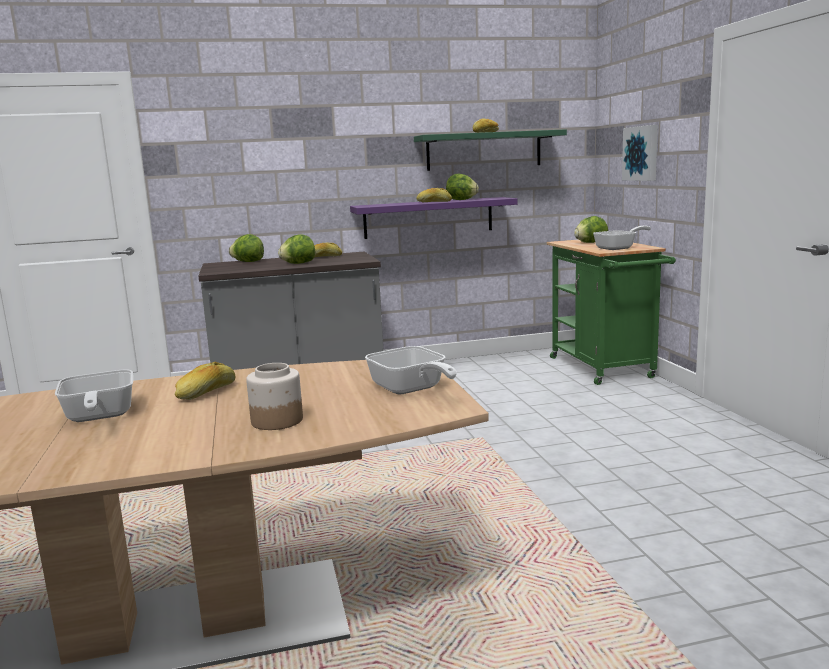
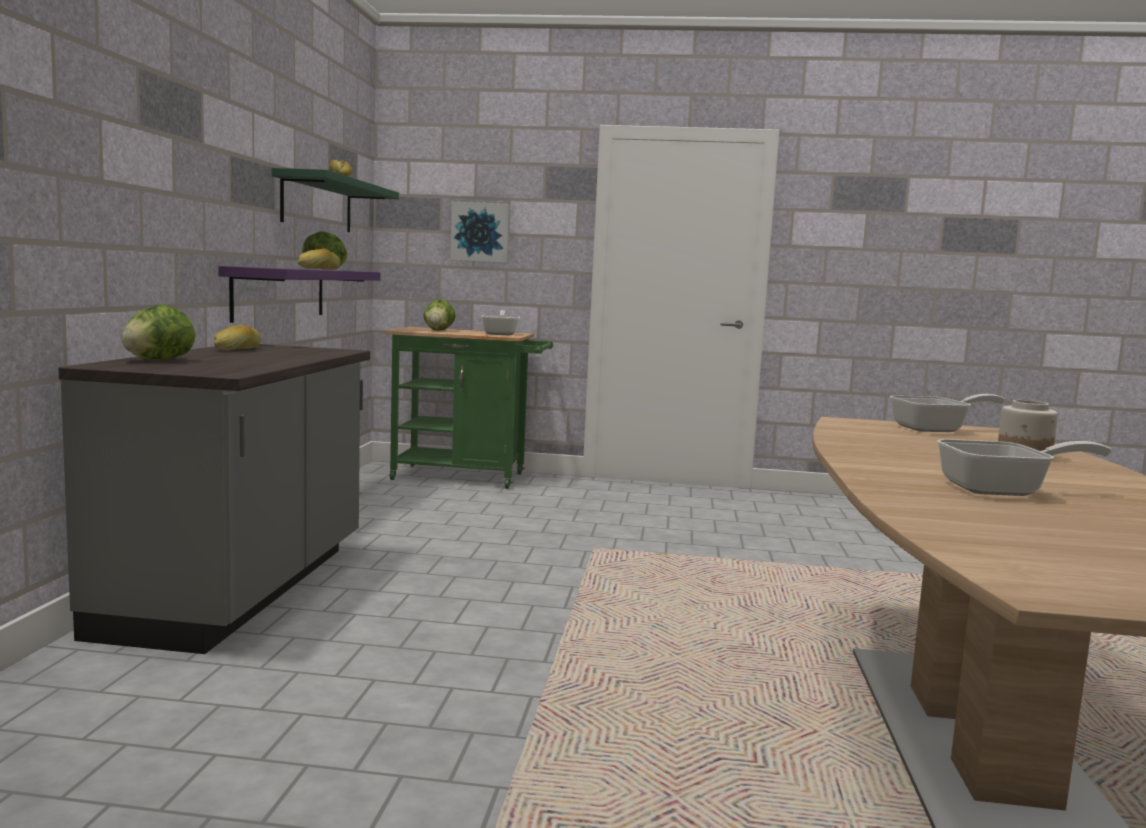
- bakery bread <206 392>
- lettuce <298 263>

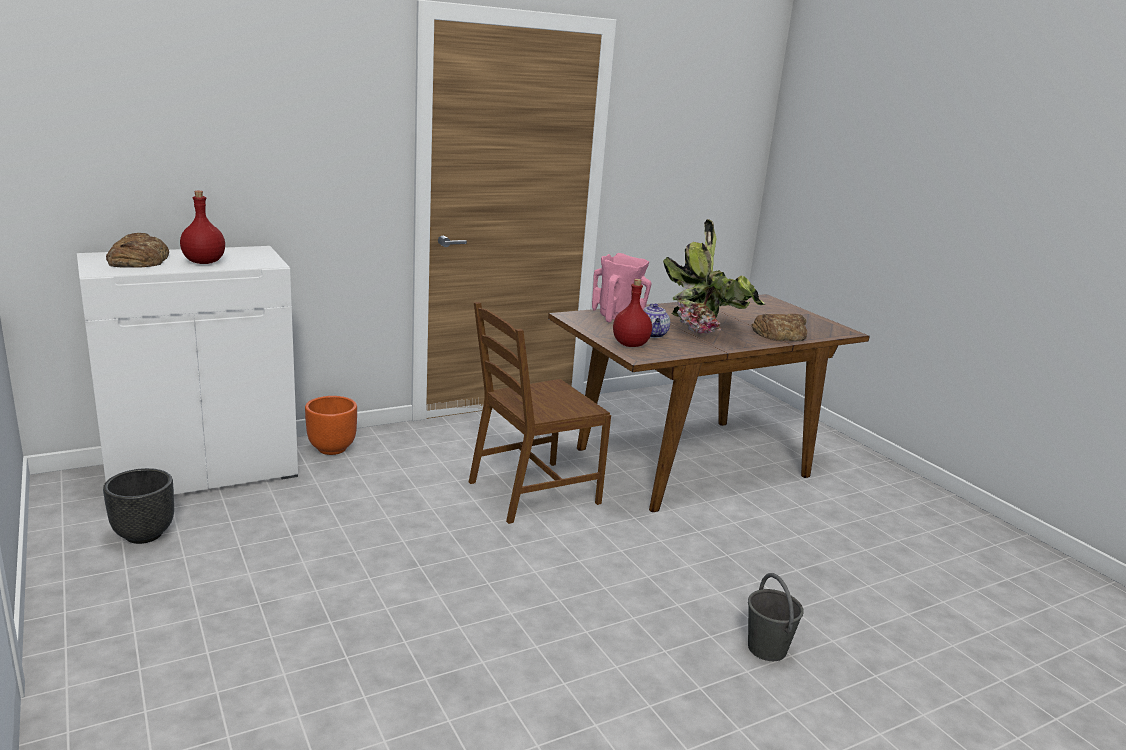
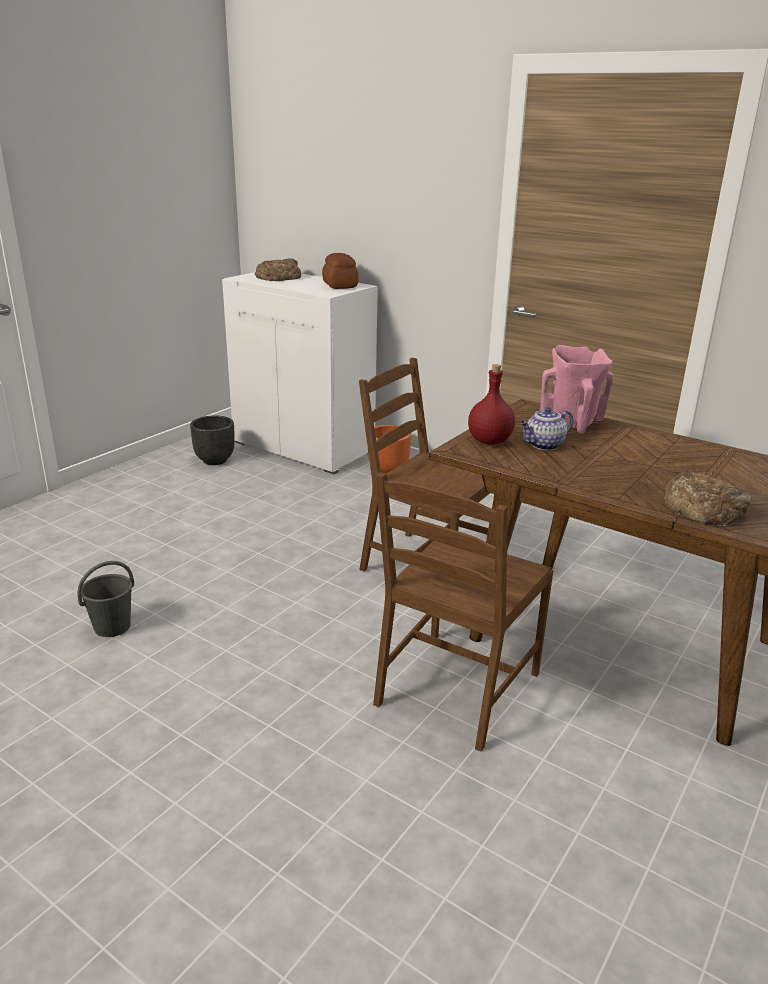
~ greyish pail <766 648> to <113 626>
+ bakery bread <339 285>
+ brown chair <456 689>
- red-coloured bottle <203 262>
- plant in a pot <710 332>

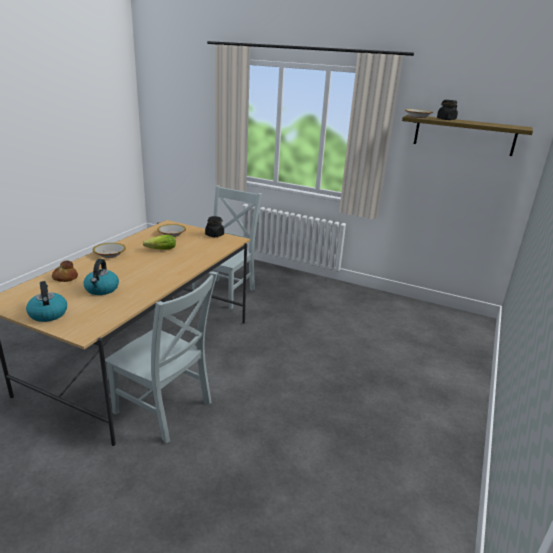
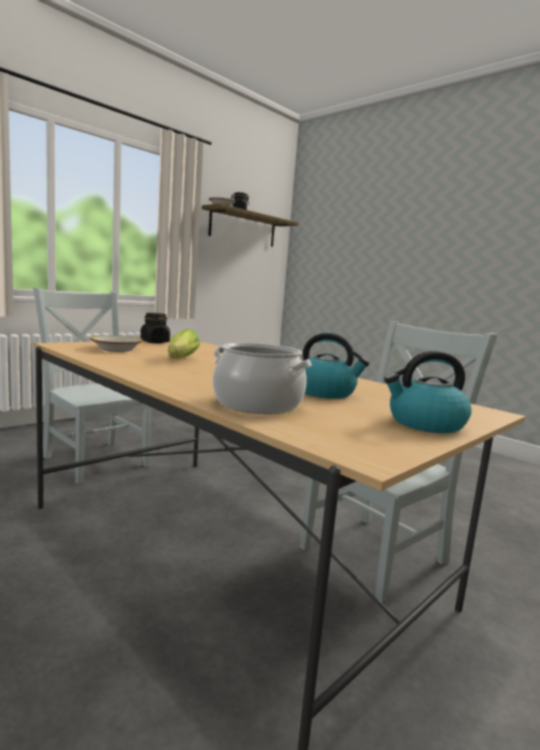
~ bakery bread <65 278> to stockpot <258 404>
- bowl <110 254>

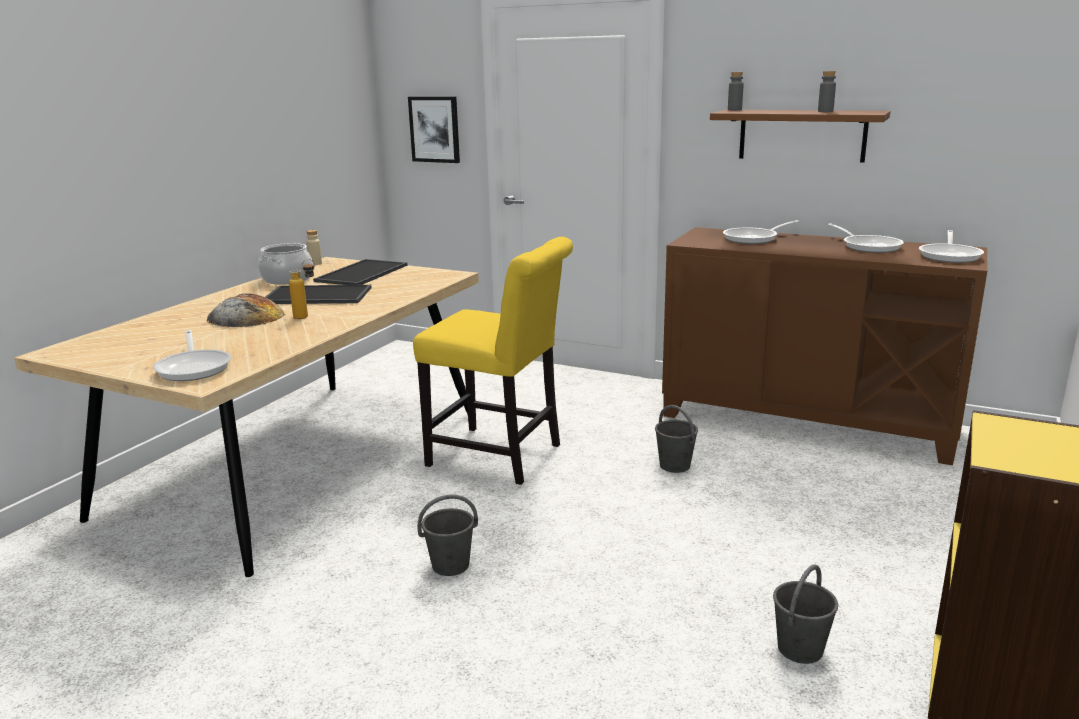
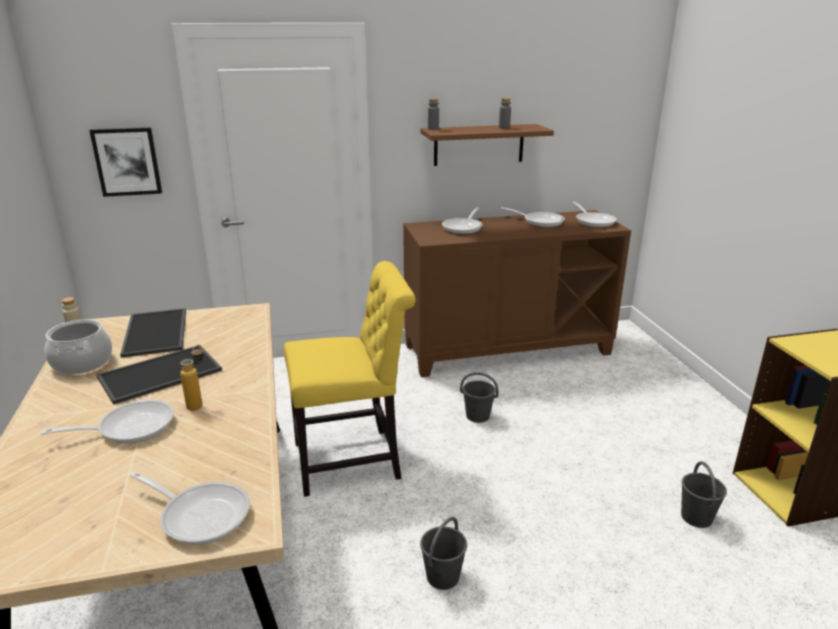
~ bakery bread <245 317> to pan <130 427>

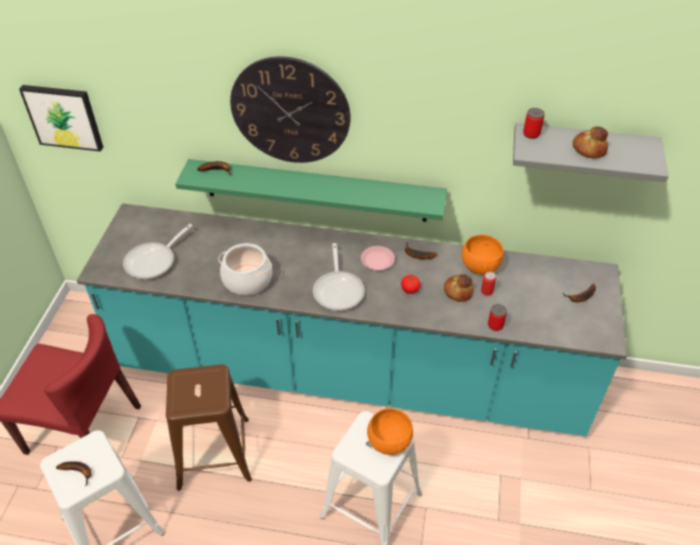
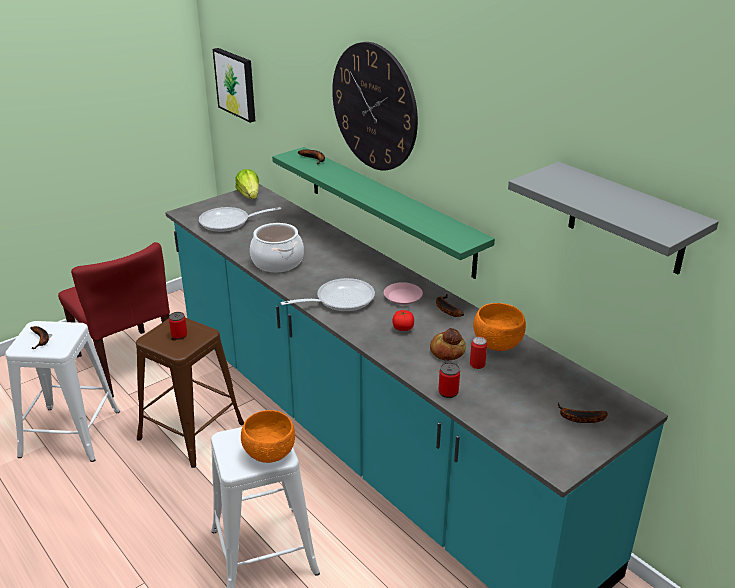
~ sealed can <531 134> to <179 335>
+ lettuce <249 196>
~ pan <338 290> = <340 300> 150 degrees counterclockwise
- bakery bread <588 149>

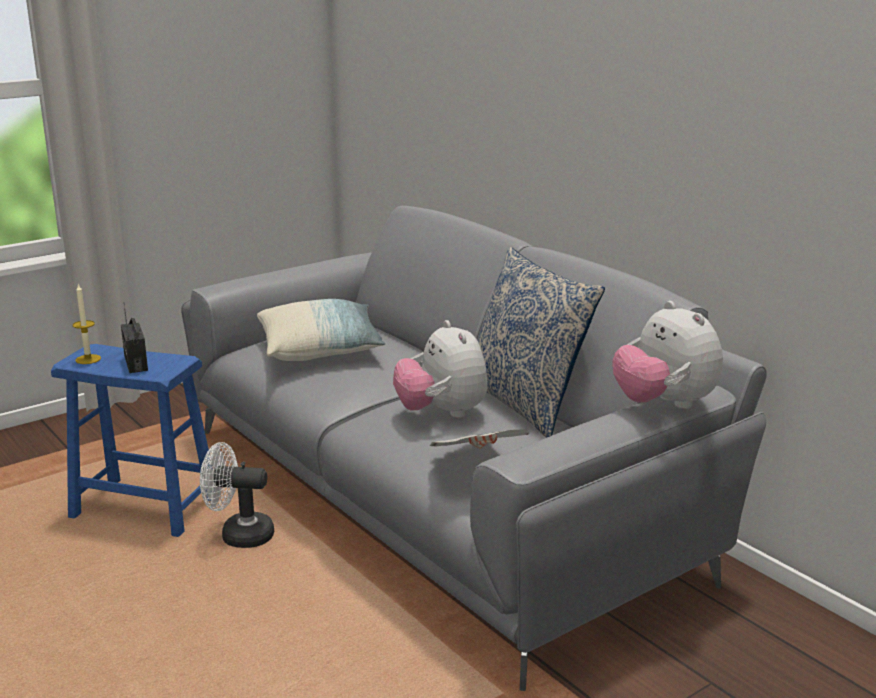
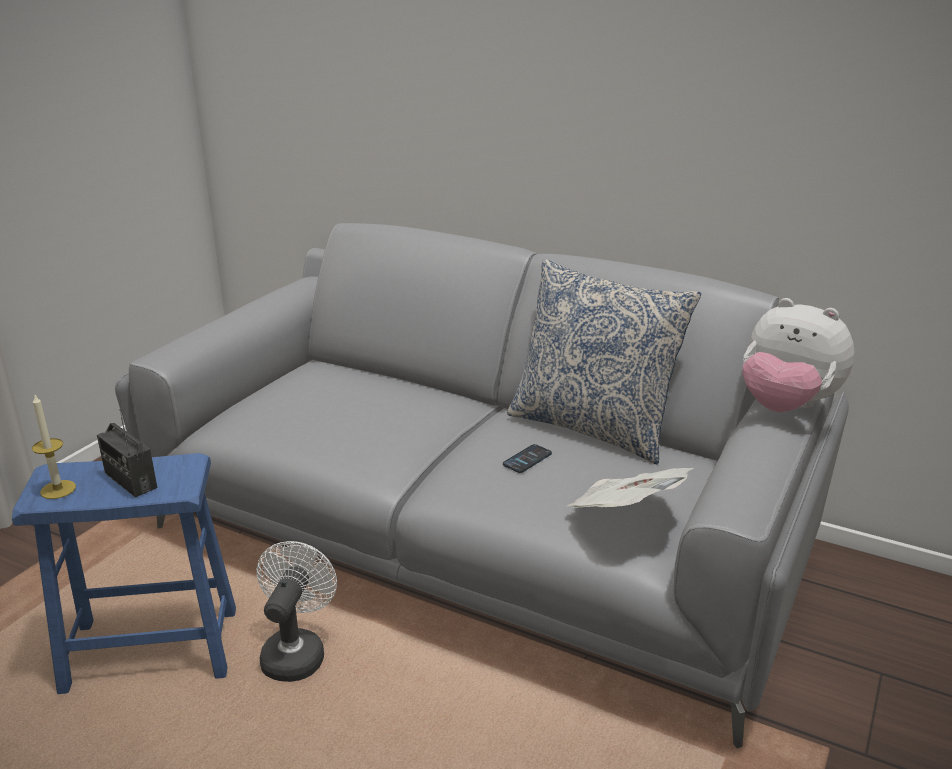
~ white electric fan <239 535> = <296 652> 120 degrees clockwise
~ soft toy <442 413> to telephone <527 459>
- pillow <320 349>

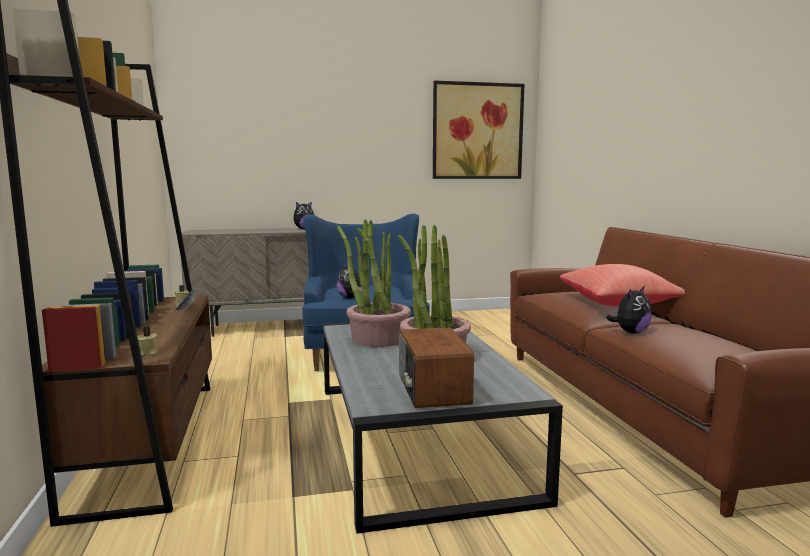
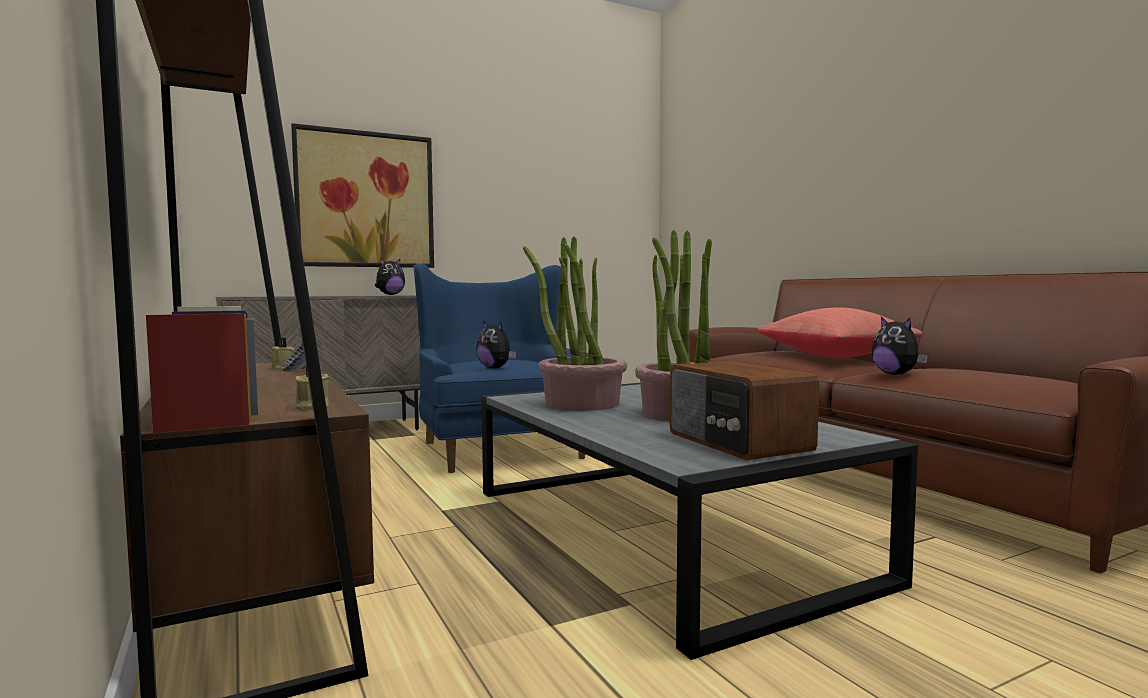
~ wall picture <477 131> to <365 200>
~ soft toy <630 332> = <896 374> 120 degrees clockwise

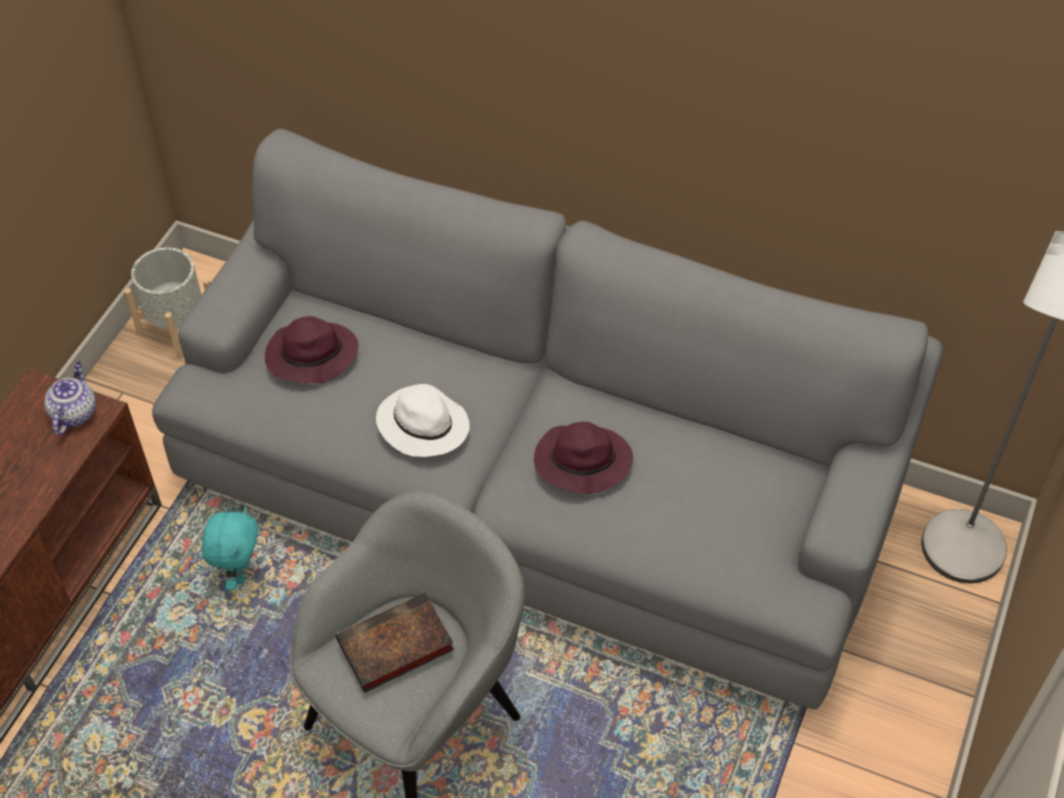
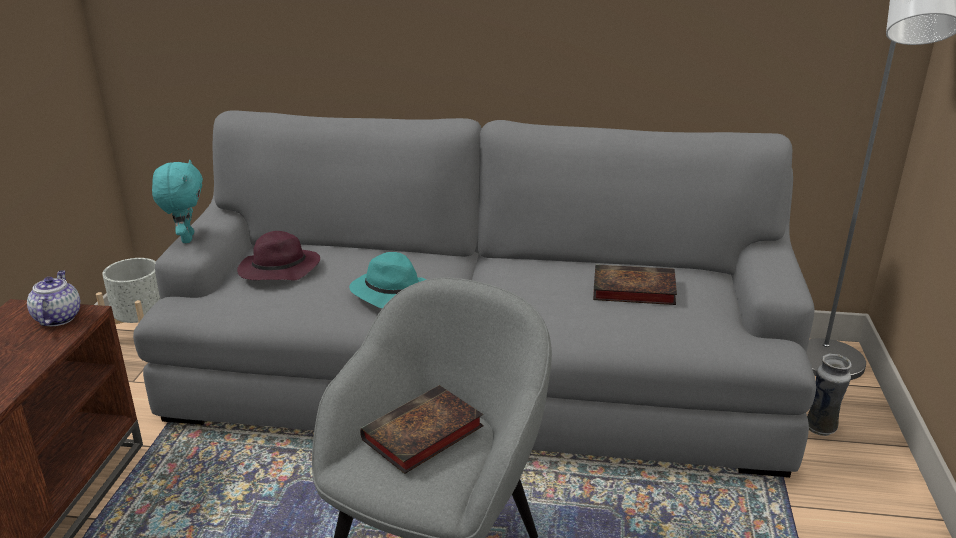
~ turquoise soft toy <239 573> to <186 238>
~ white clothing hat <422 425> to turquoise clothing hat <391 293>
+ volume <631 290>
+ vase <821 428>
- purple clothing hat <581 462>

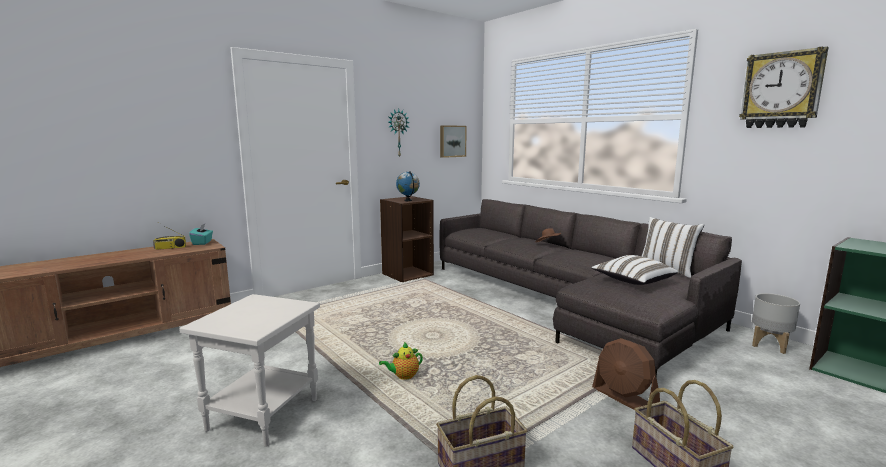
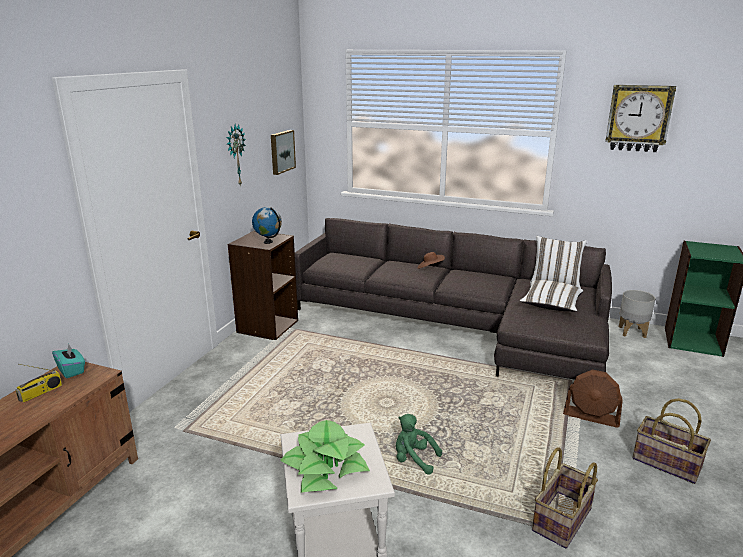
+ plant in a pot <325 467>
~ teapot <403 377> to green soft toy <414 460>

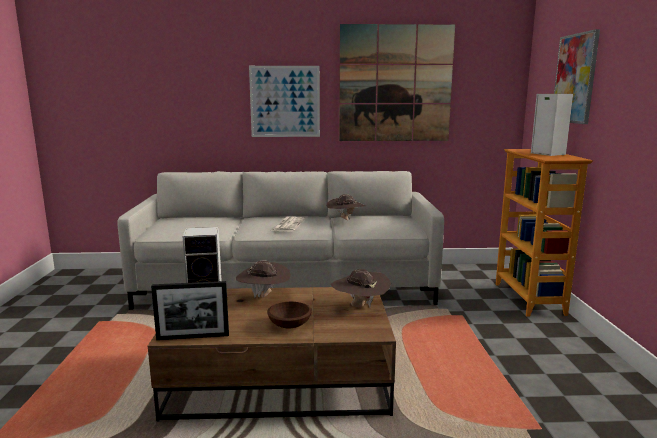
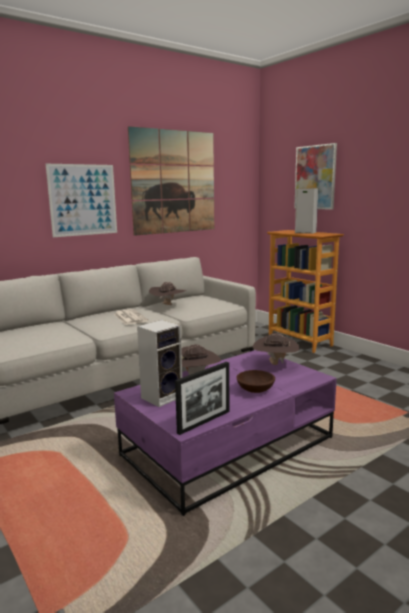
~ brown coffee table <281 380> to purple coffee table <229 446>

